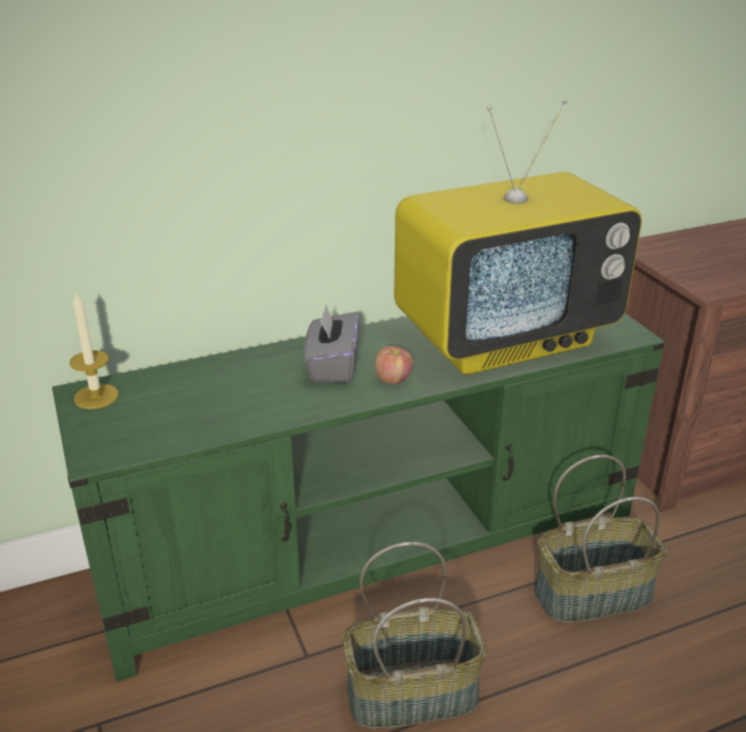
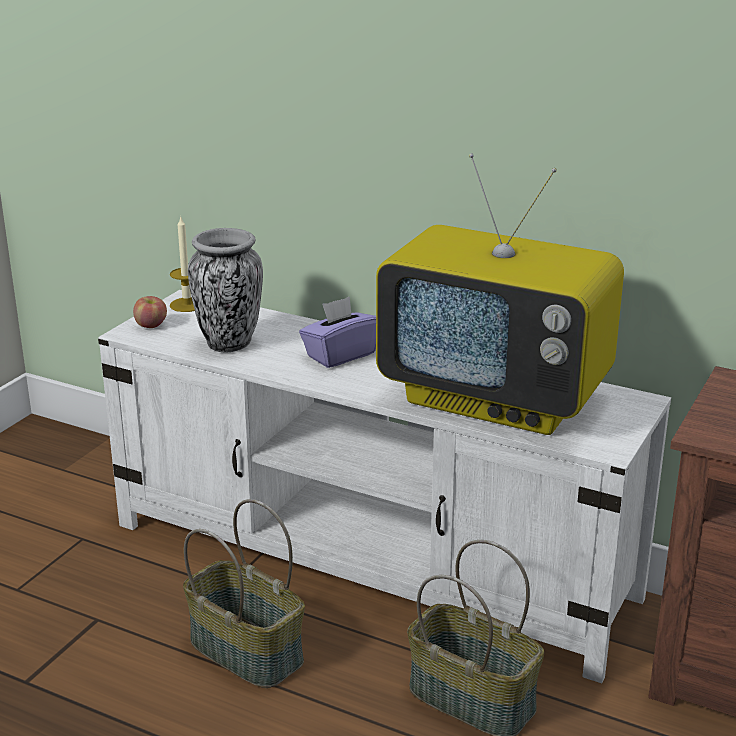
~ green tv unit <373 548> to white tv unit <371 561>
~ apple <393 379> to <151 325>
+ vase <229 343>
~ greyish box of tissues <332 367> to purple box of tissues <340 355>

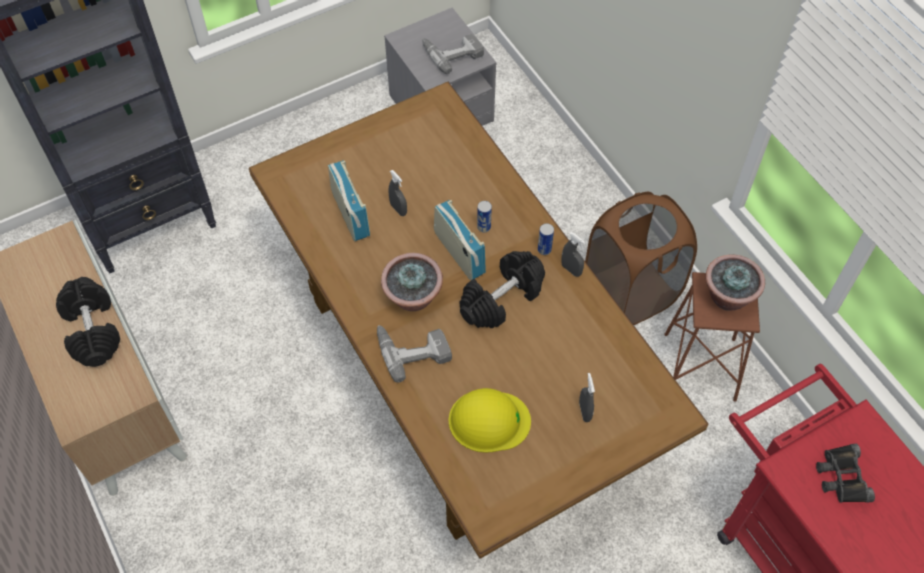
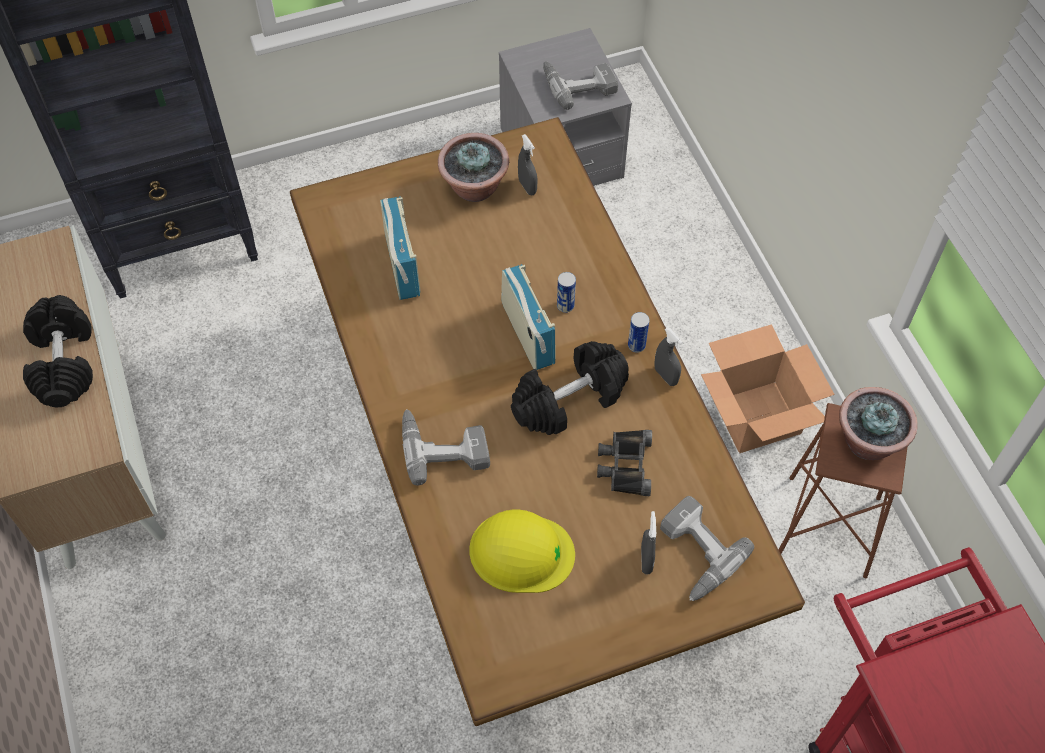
~ plant in a pot <413 298> to <474 188>
~ greyish hand sprayer <398 209> to <527 187>
~ black-coloured field glasses <841 477> to <625 465>
+ electric drill <694 554>
~ brown laundry basket <630 292> to carton <756 418>

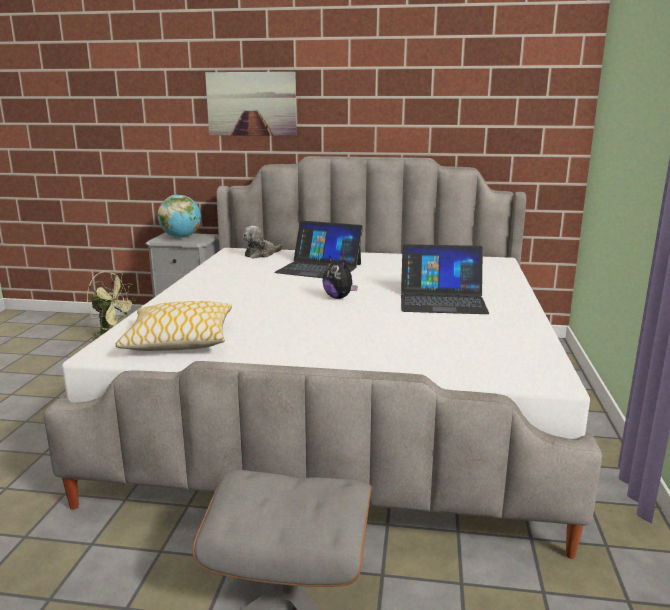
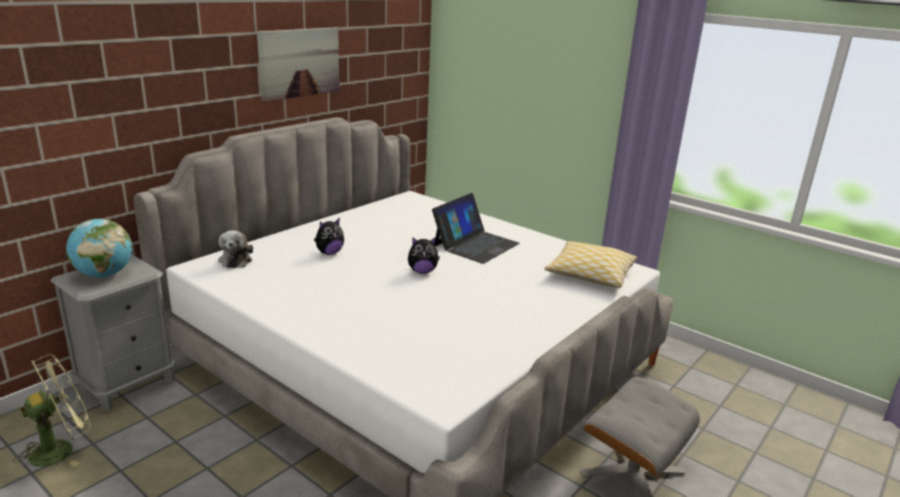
~ wall picture <251 104> to <299 63>
~ portable computer <319 268> to soft toy <329 253>
~ pillow <179 340> to <590 274>

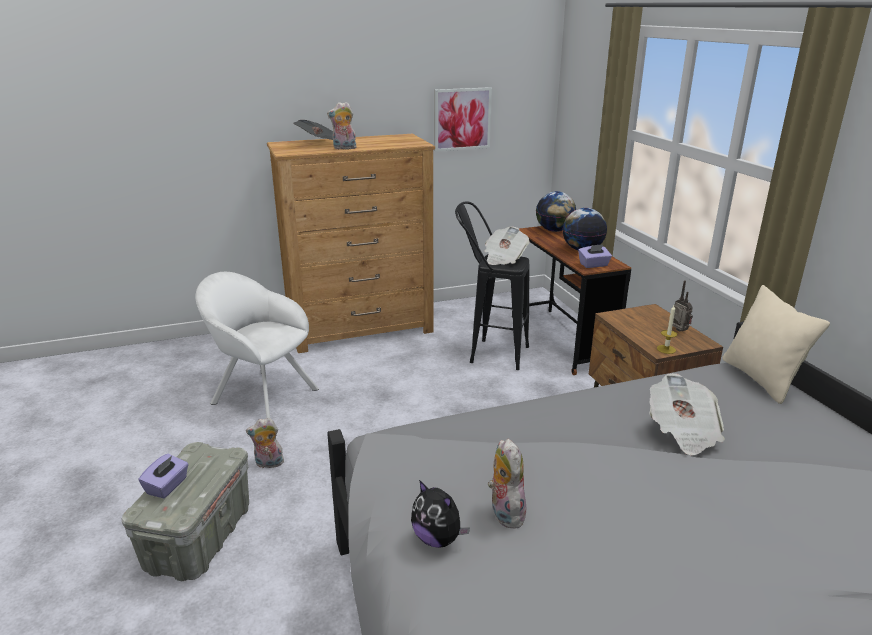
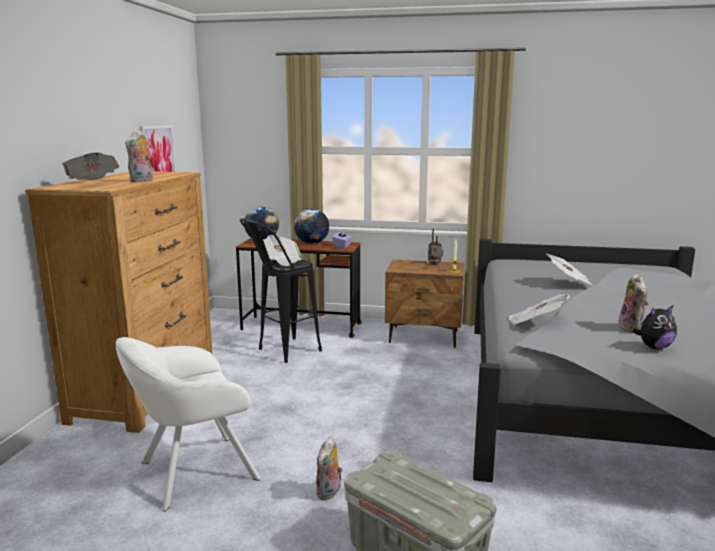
+ daily paper <535 323>
~ soft toy <504 513> = <632 328> 105 degrees counterclockwise
- purple box of tissues <167 486>
- sand-coloured pillow <761 379>

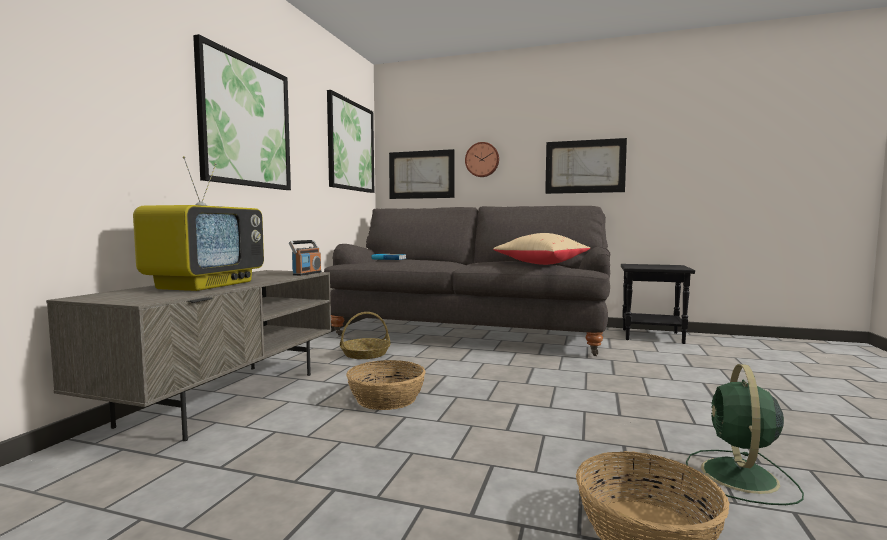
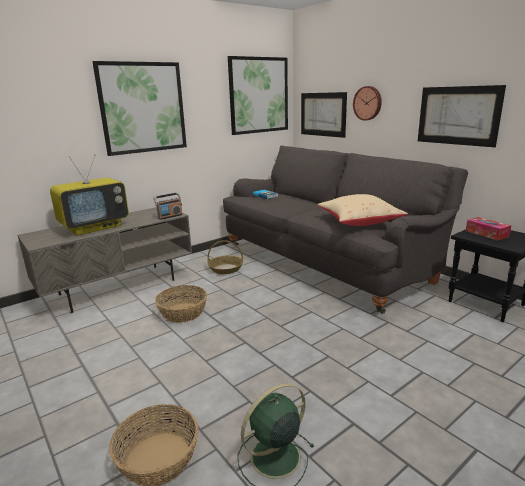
+ box of tissues <486 233>

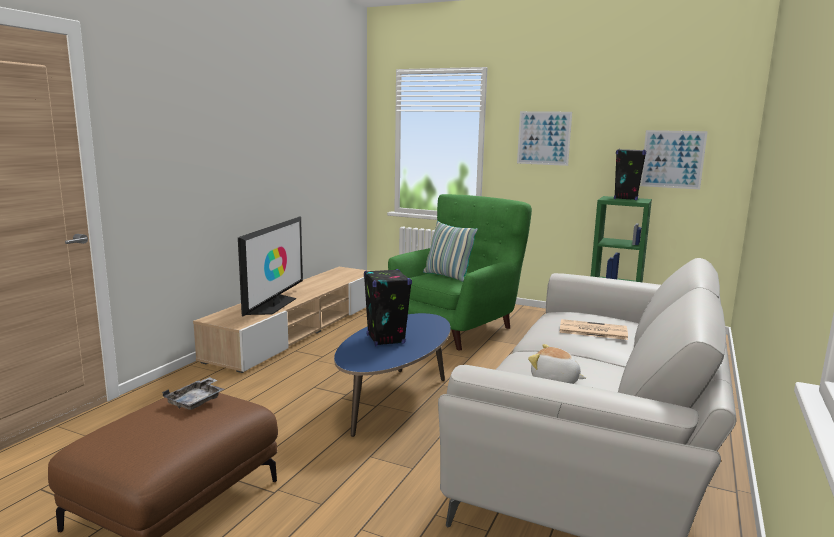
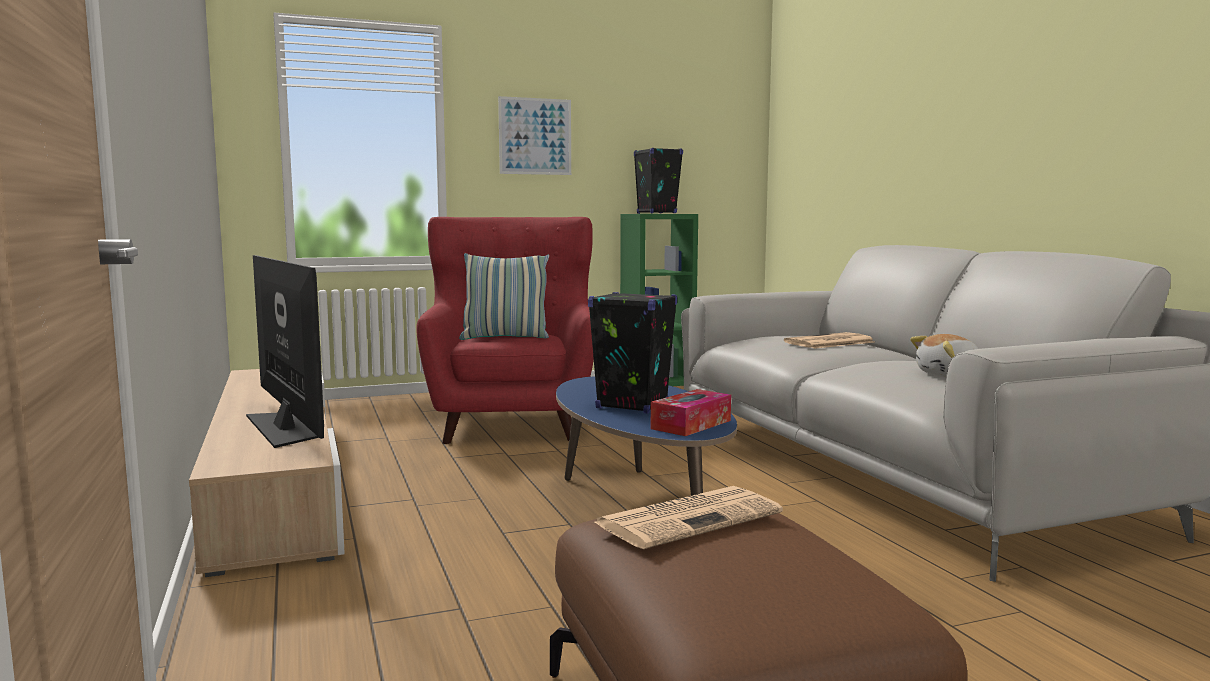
~ green lounge chair <458 328> to red-coloured lounge chair <512 422>
~ greyish carrying tray <196 401> to daily paper <689 518>
+ box of tissues <691 424>
- wall picture <672 159>

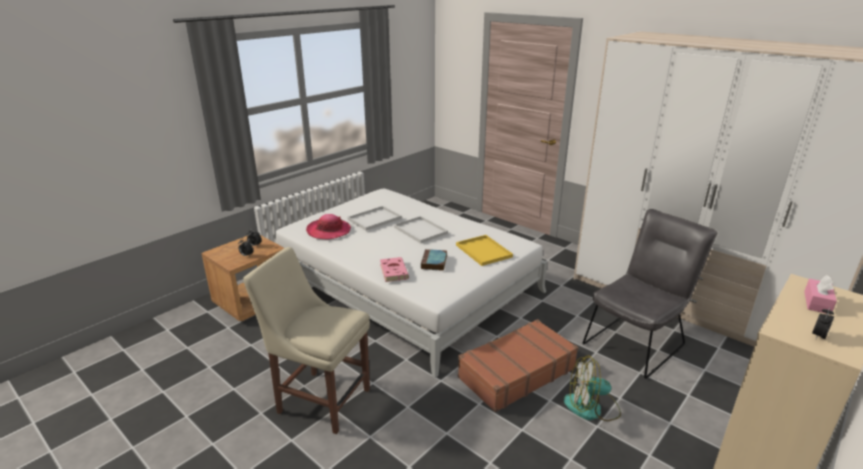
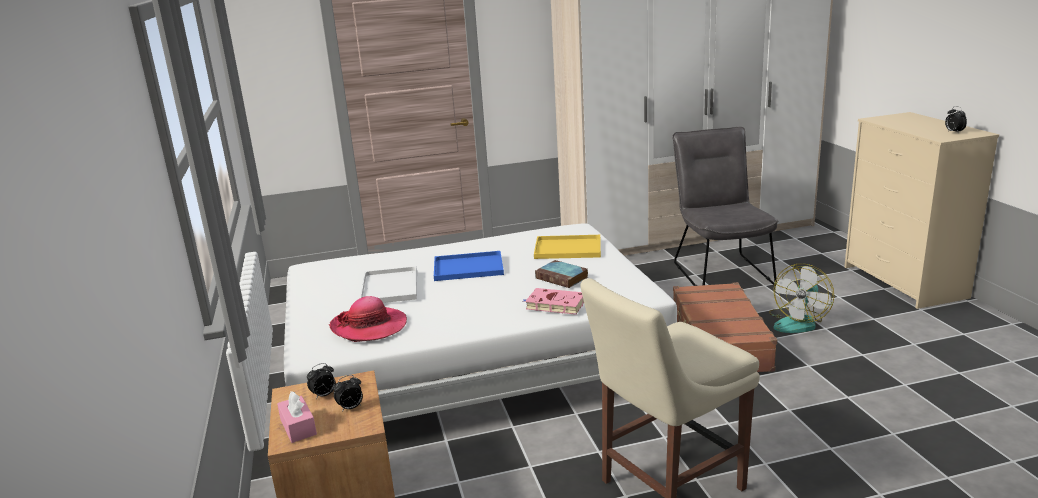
~ pinkish box of tissues <817 302> to <298 427>
~ white carrying tray <419 230> to blue carrying tray <467 268>

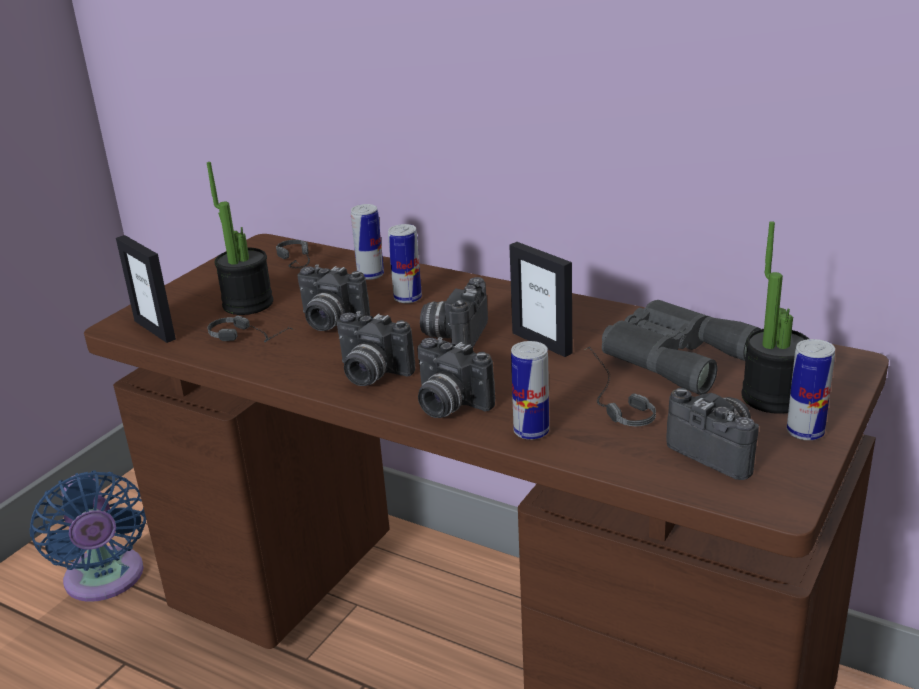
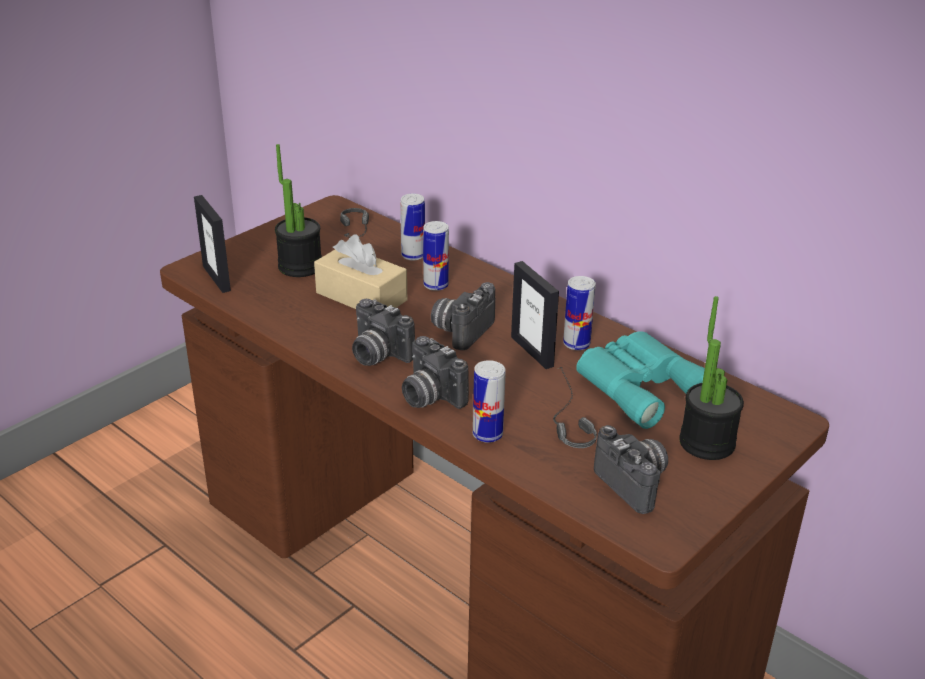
~ photo camera <329 321> to sand-coloured box of tissues <361 296>
~ sealed can <805 432> to <576 344>
~ greyish field glasses <672 355> to turquoise field glasses <639 384>
- blue electric fan <105 580>
- headphones <257 338>

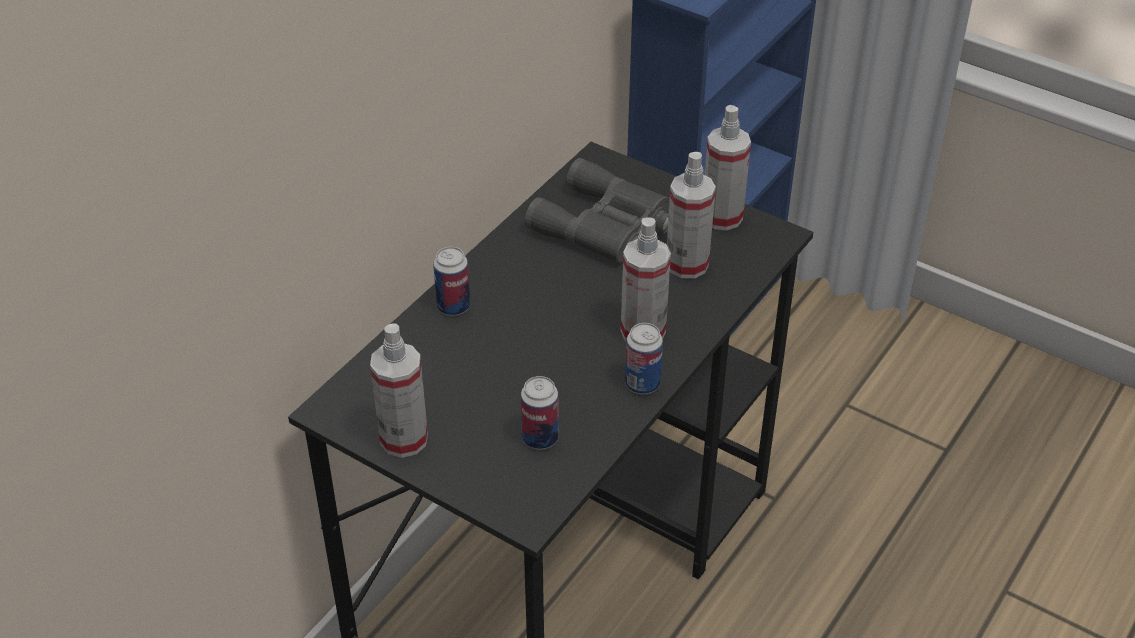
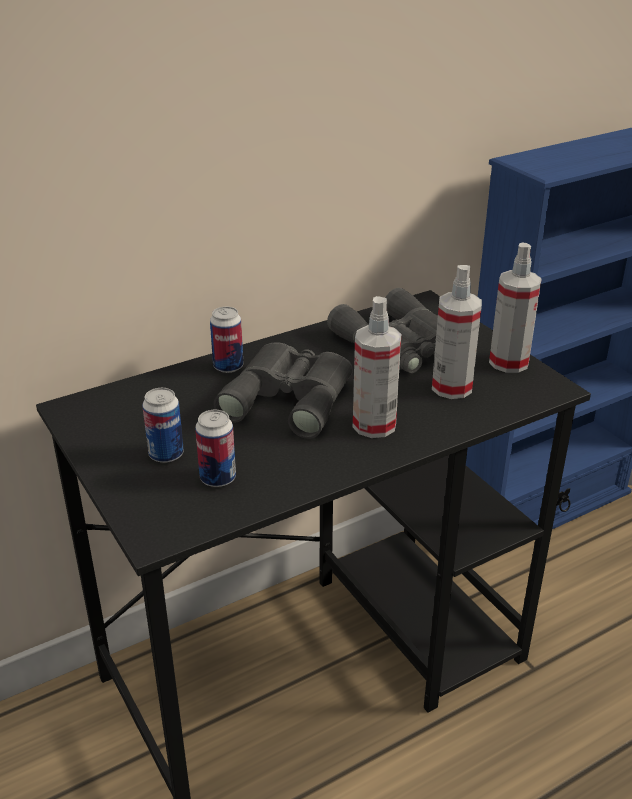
~ sealed can <642 384> to <166 454>
+ greyish field glasses <291 396>
- hand sprayer <404 439>

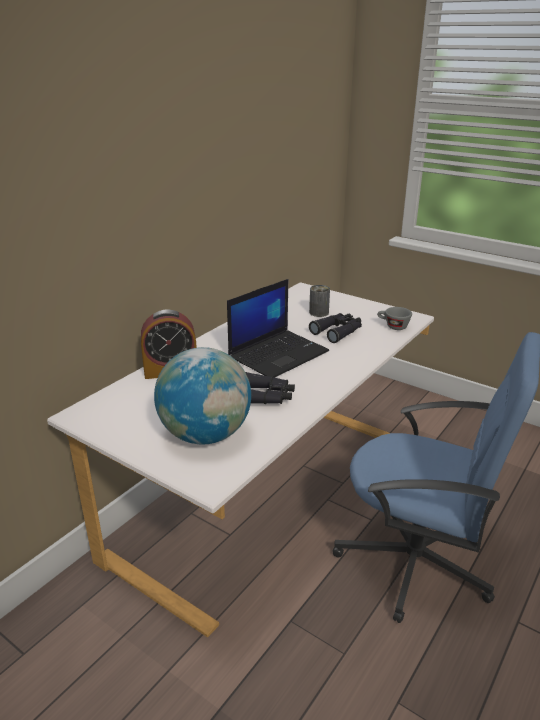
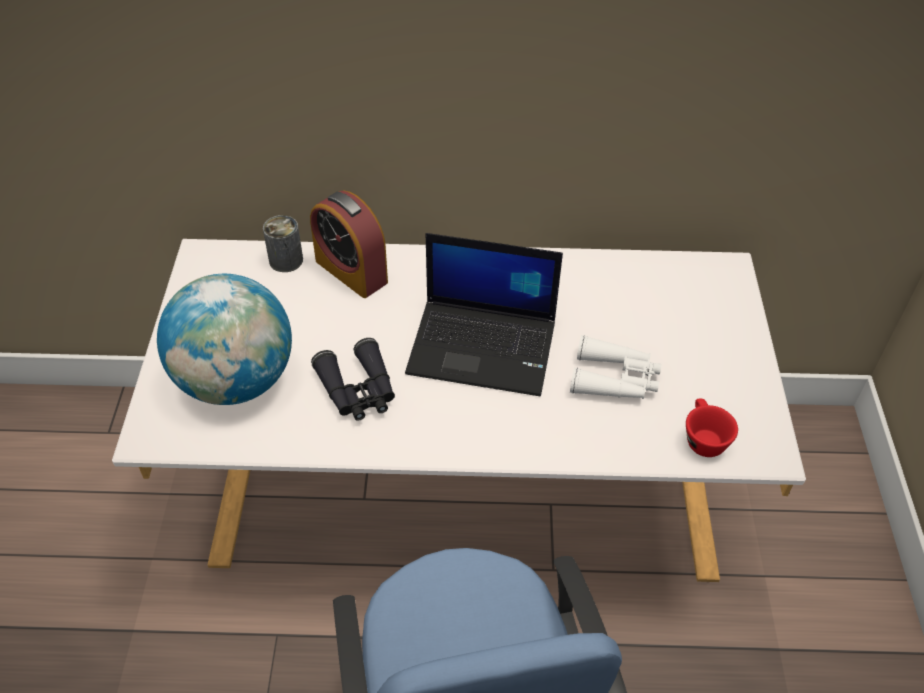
~ sealed can <319 312> to <286 260>
~ black-coloured field glasses <338 332> to white field glasses <615 379>
~ greyish drinking cup <393 326> to red-coloured drinking cup <702 438>

